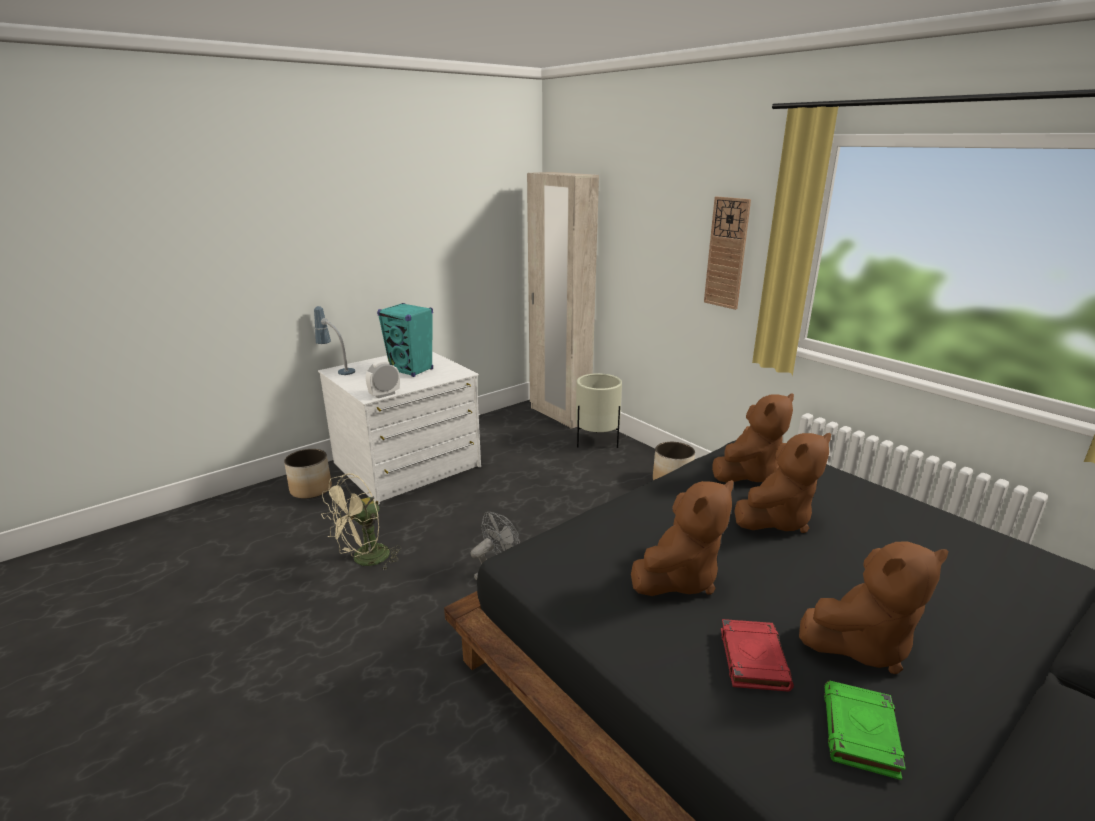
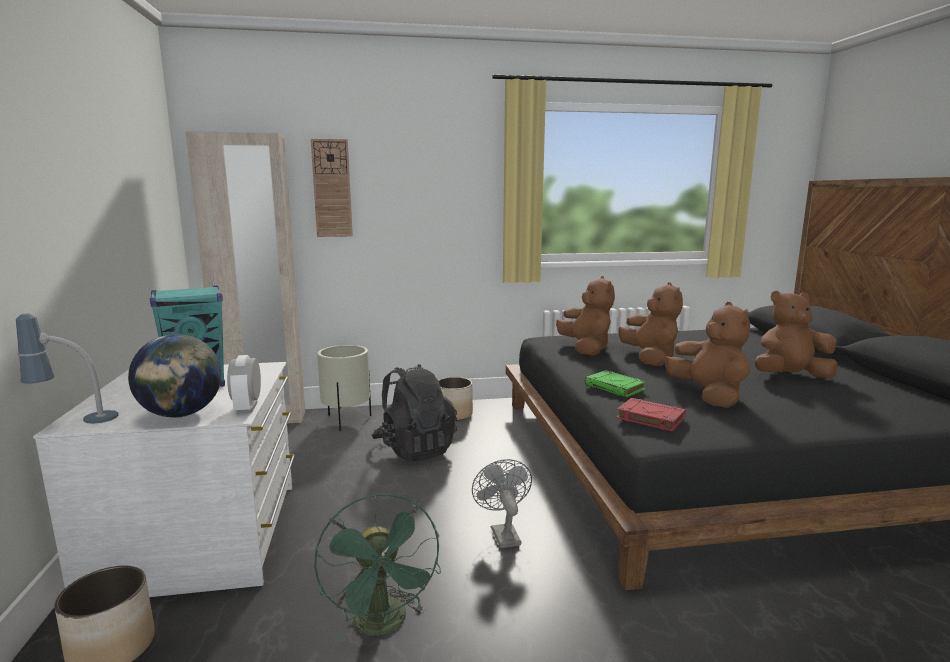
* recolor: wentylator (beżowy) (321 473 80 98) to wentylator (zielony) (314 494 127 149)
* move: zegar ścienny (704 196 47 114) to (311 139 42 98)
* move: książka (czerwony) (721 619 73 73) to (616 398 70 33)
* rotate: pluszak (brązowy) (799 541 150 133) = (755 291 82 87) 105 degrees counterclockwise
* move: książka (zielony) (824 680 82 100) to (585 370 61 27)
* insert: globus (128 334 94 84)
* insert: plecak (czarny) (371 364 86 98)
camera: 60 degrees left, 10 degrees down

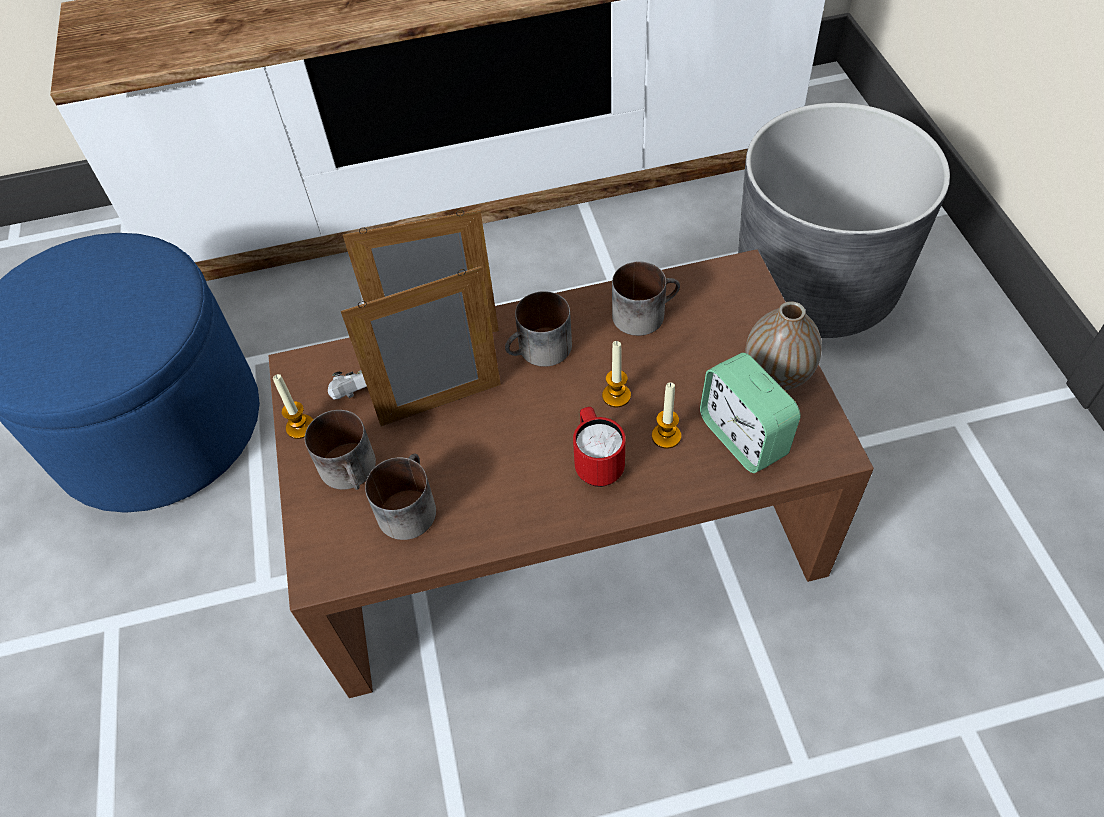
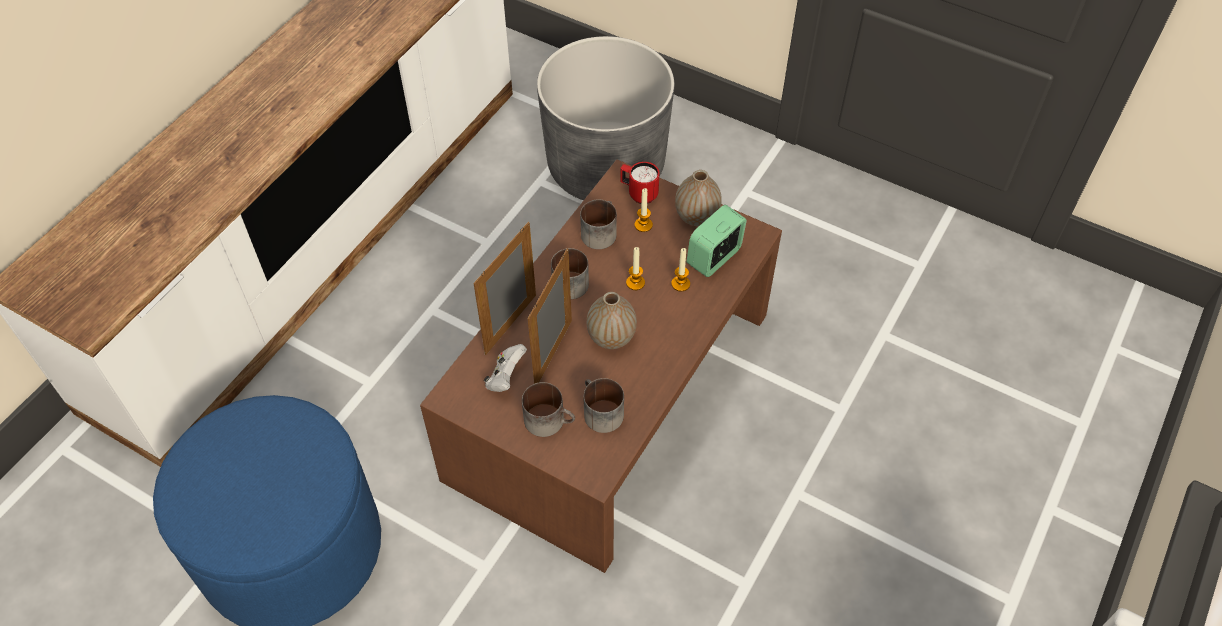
* move: świeca (273 374 40 65) to (635 188 18 44)
* move: kubek (czerwony) (573 407 52 80) to (620 162 39 42)
* rotate: budzik (700 353 101 120) = (687 205 60 72) 120 degrees clockwise
* insert: wazon (587 292 50 57)
camera: 50 degrees left, 0 degrees up

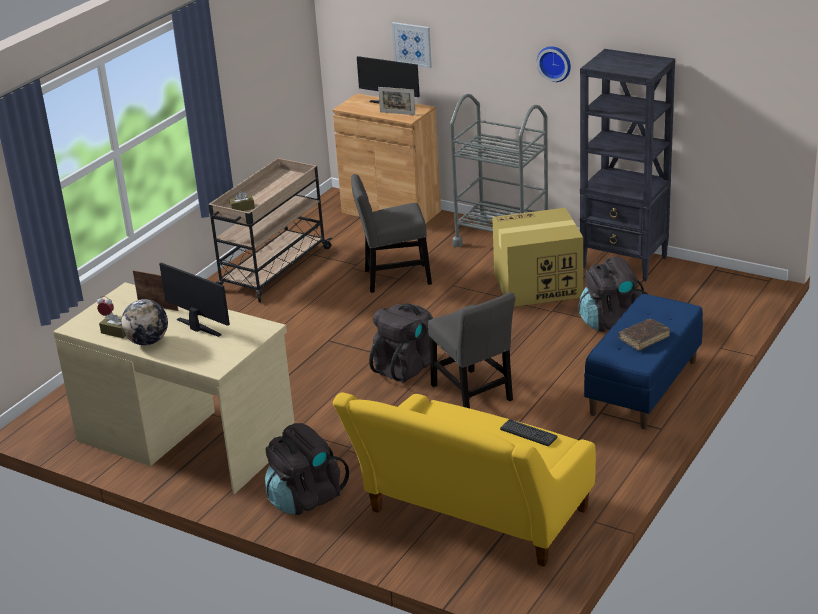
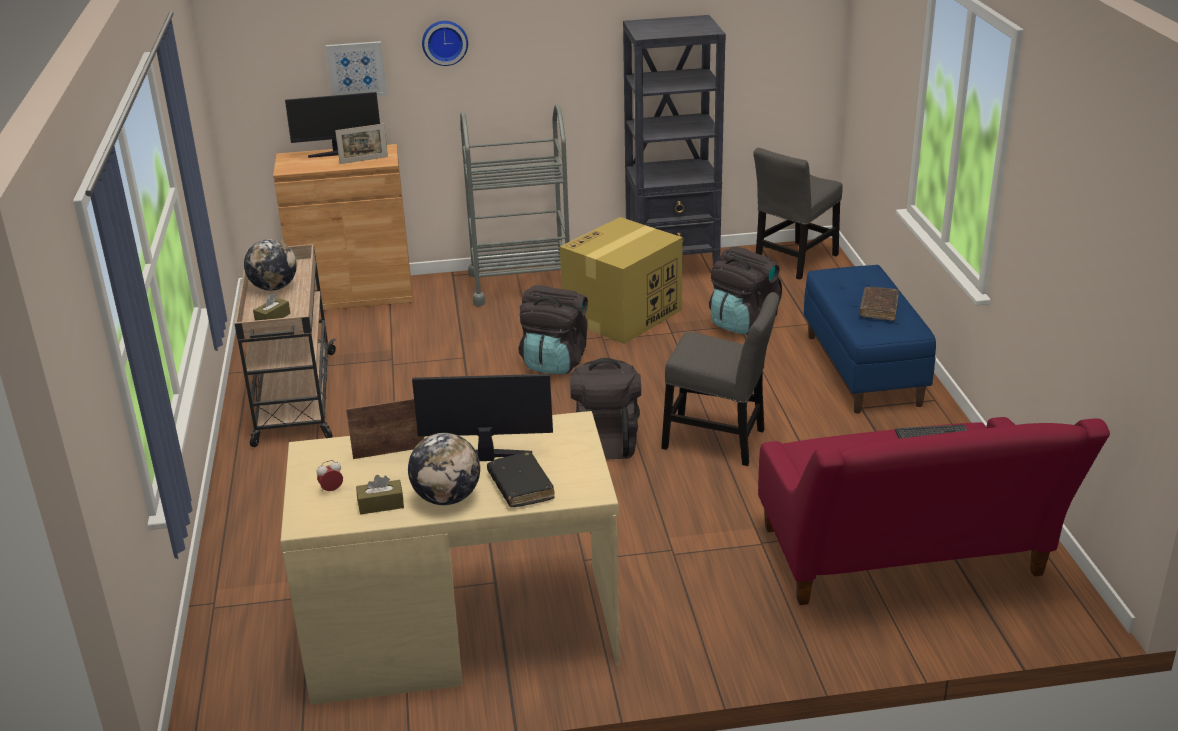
* move: plecak (czarny) (265 423 84 92) to (518 285 70 89)
* recolor: kanapa (żółty) (333 393 263 174) to kanapa (czerwony) (758 417 352 188)
* move: krzesło (szary) (351 174 81 119) to (753 148 89 132)
* move: zegar ścienny (537 46 34 36) to (422 21 46 45)
* insert: globus (244 239 53 52)
* insert: książka (czarny) (487 451 68 56)
camera: 40 degrees left, 0 degrees up

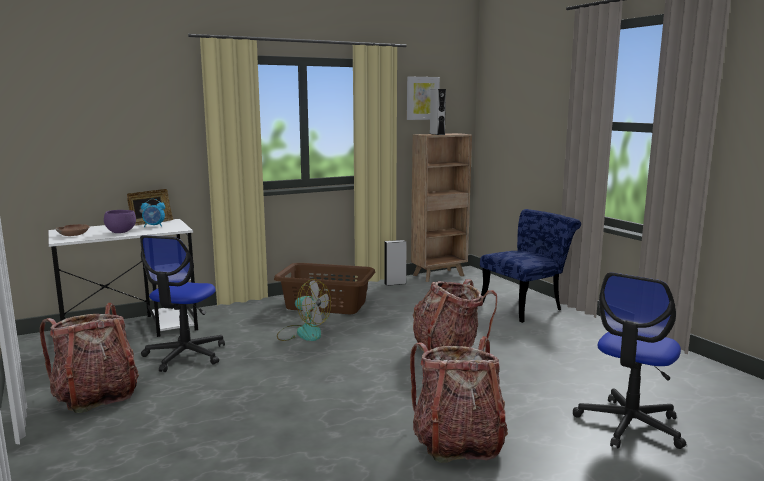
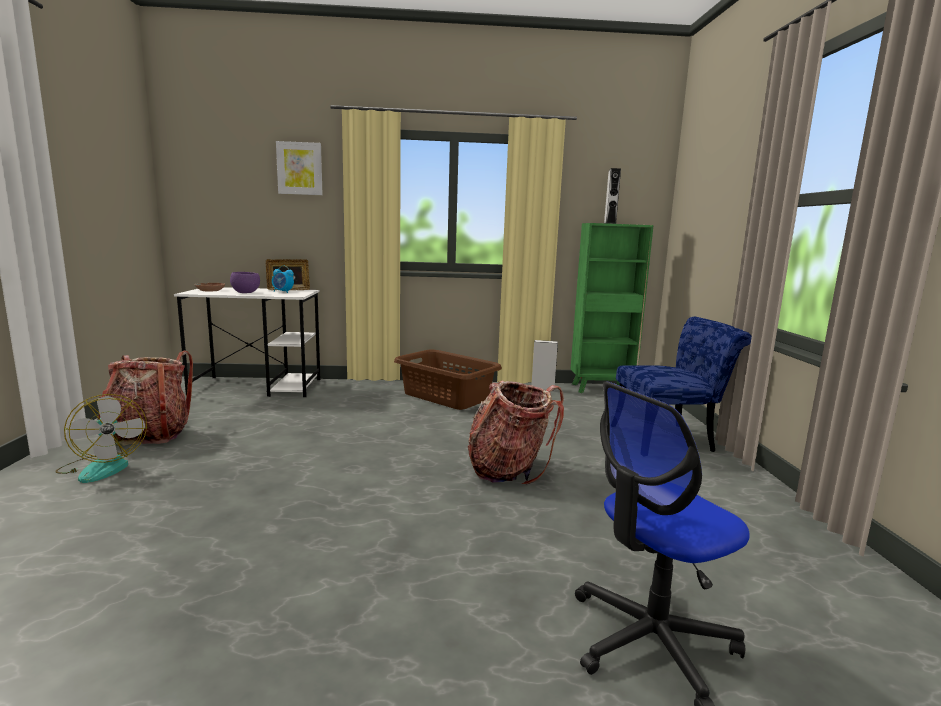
* delete: krzesło biurowe (140 235 85 137)
* move: wentylator (277 279 54 62) to (55 394 92 89)
* move: obraz (407 76 33 44) to (276 141 47 54)
* delete: plecak (410 336 98 127)
* recolor: regał (brązowy) (411 133 61 149) to regał (zielony) (571 223 83 170)
camera: 25 degrees right, 0 degrees up

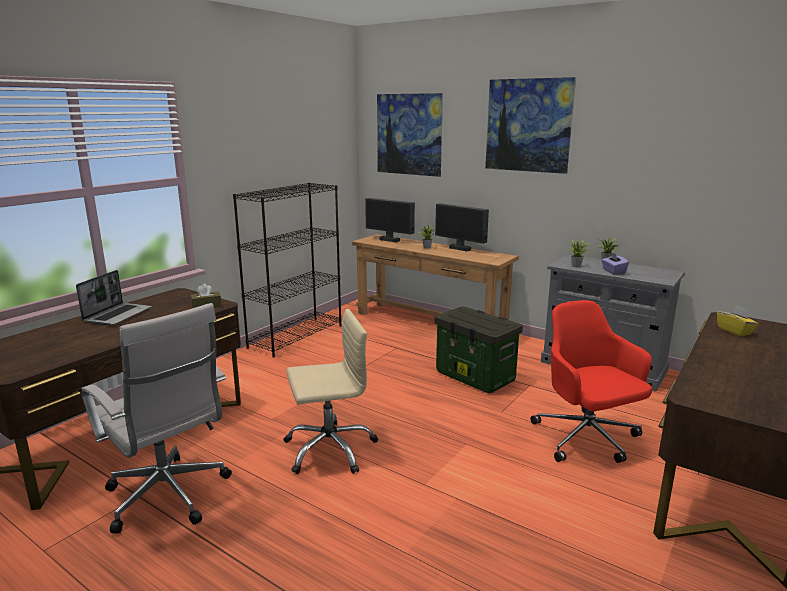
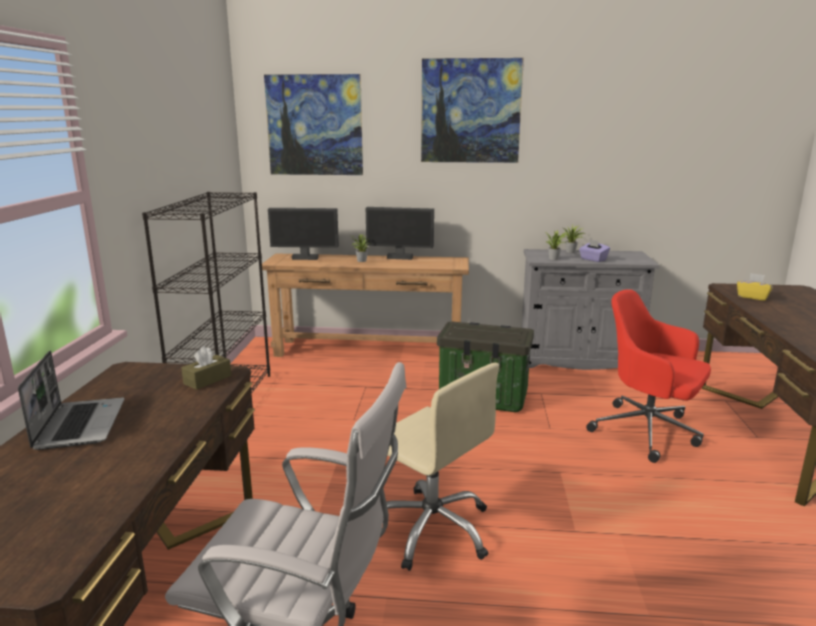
* rotate: krzesło biurowe (beżowy) (283 309 95 165) = (386 363 113 208) 90 degrees clockwise
camera: 30 degrees left, 0 degrees up

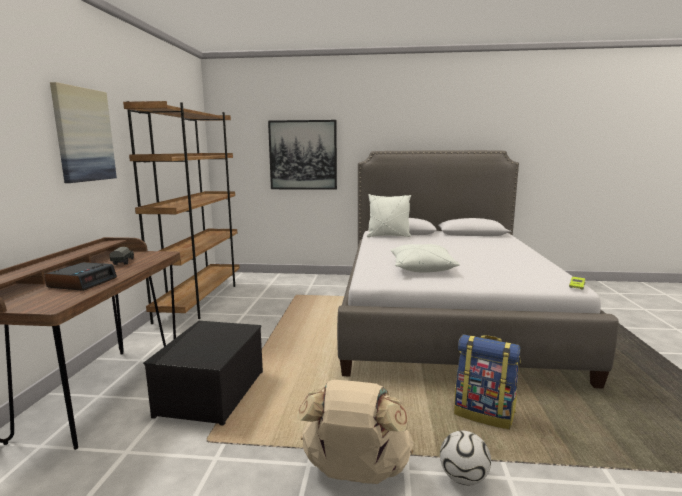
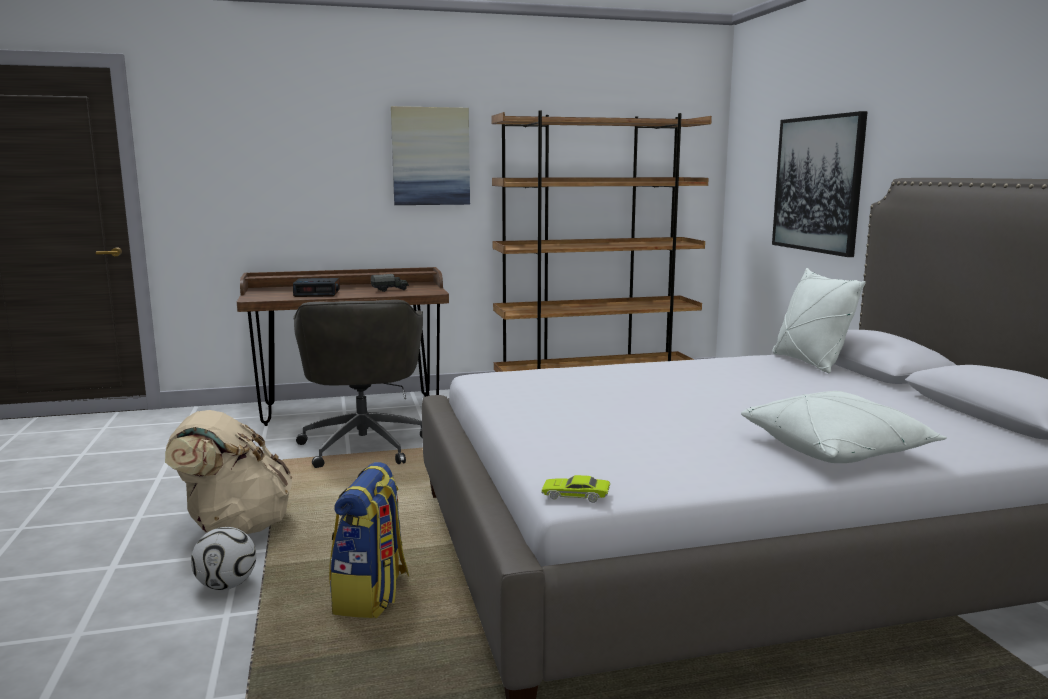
* replace: pojemnik do przechowywania (143 321 120 105) to krzesło biurowe (szary) (293 300 130 168)
* move: poduszka (biały) (390 244 70 28) to (741 391 206 72)
camera: 70 degrees right, 0 degrees up

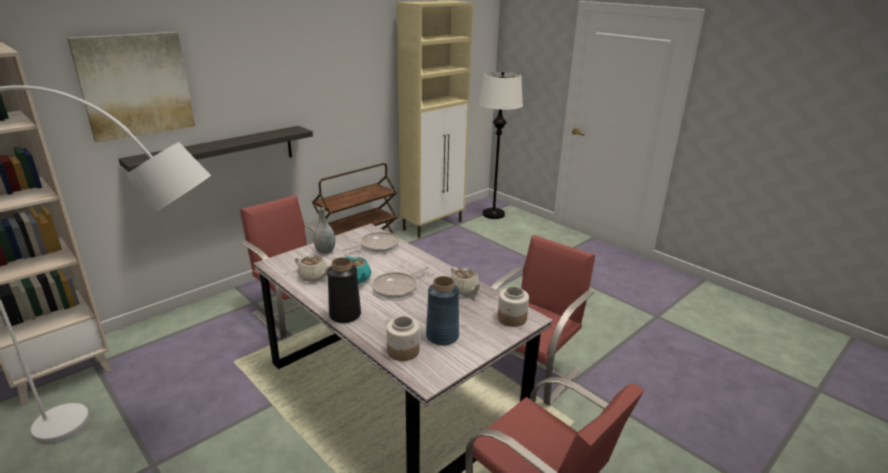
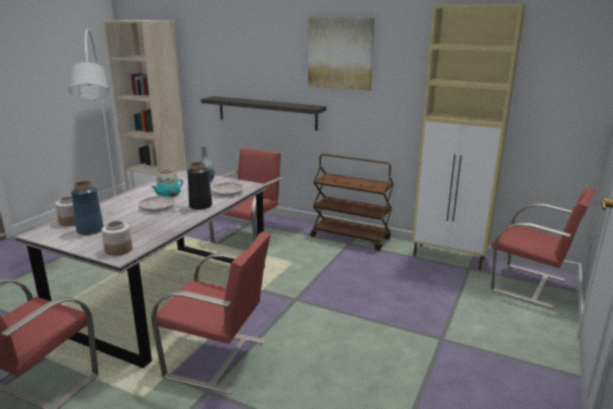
* move: obraz (67 32 128 110) to (308 17 67 74)
* move: wazon (czarny) (327 257 34 66) to (187 162 25 48)
* delete: imbryk (beżowy) (451 267 30 29)
* replace: lampa stojąca (biały) (479 72 44 147) to krzesło (czerwony) (491 188 105 121)
camera: 70 degrees right, 5 degrees down

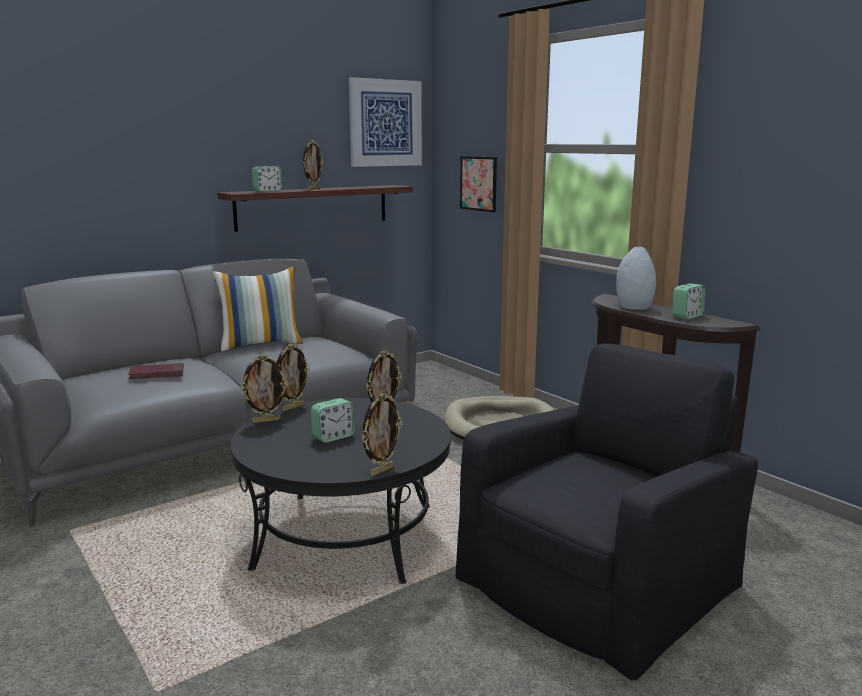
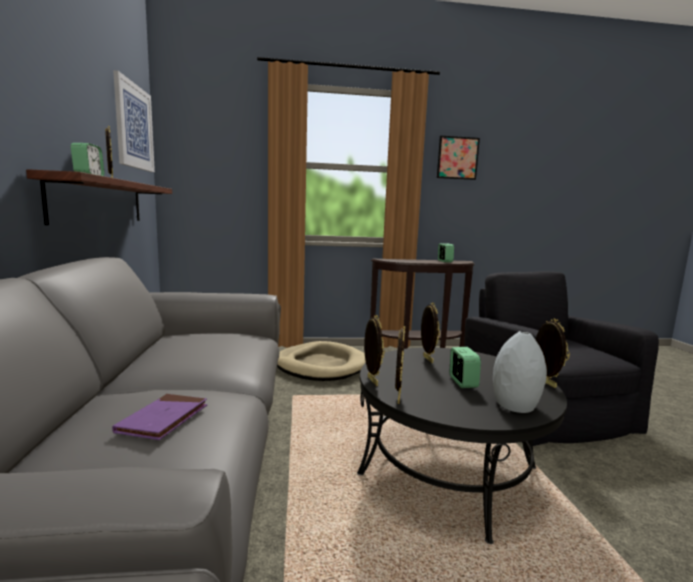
* recolor: książka (czerwony) (128 363 56 16) to książka (fioletowy) (112 394 95 46)
* delete: poduszka (213 266 90 86)
* move: obraz (460 156 37 56) to (437 136 43 44)
* move: wazon (szary) (616 246 40 64) to (493 331 54 82)
camera: 60 degrees left, 5 degrees down

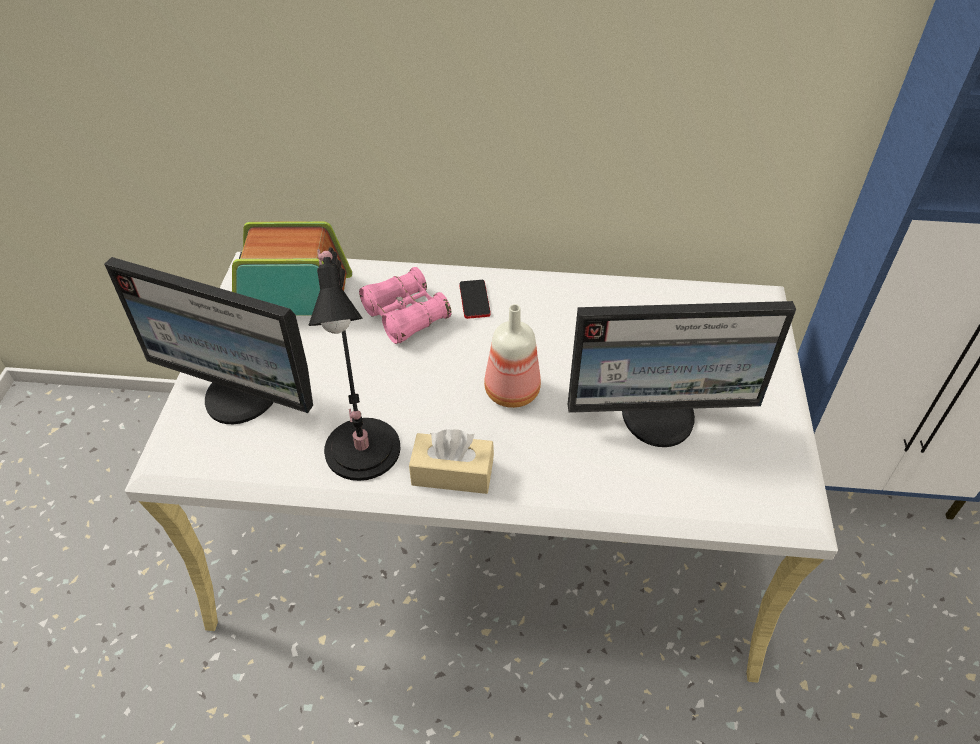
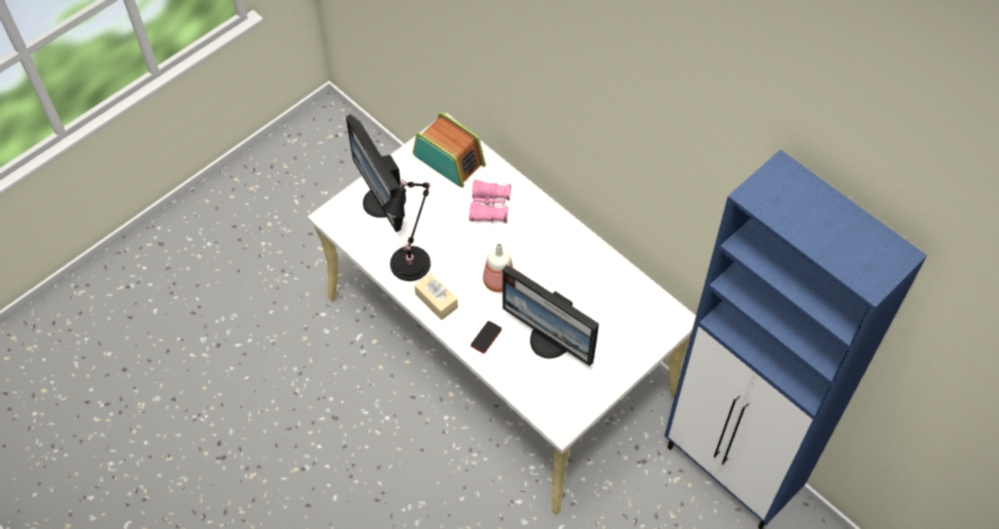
* move: telefon (459 280 32 39) to (471 321 31 33)
camera: 40 degrees right, 10 degrees up

